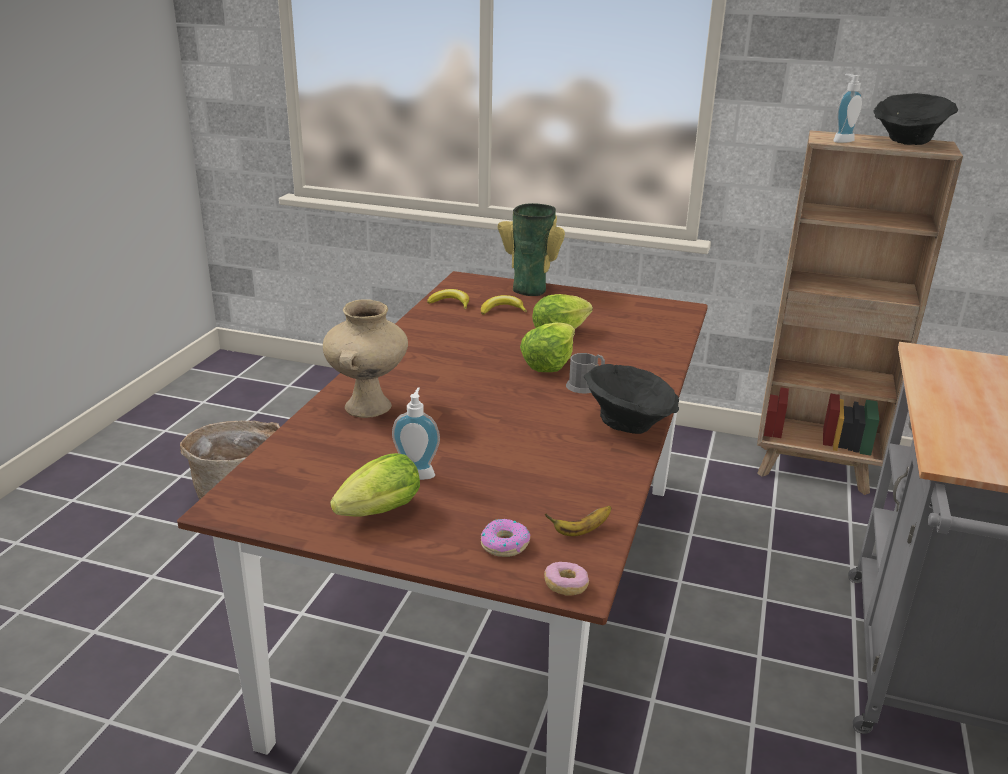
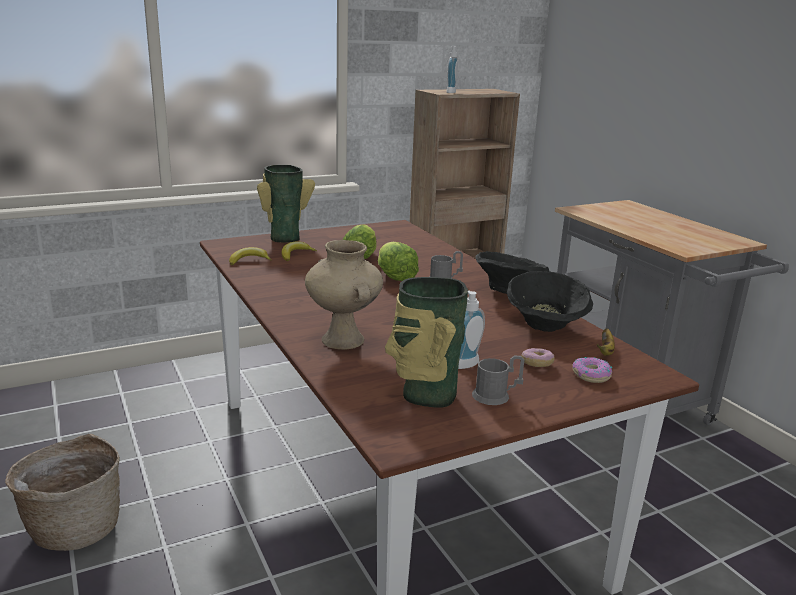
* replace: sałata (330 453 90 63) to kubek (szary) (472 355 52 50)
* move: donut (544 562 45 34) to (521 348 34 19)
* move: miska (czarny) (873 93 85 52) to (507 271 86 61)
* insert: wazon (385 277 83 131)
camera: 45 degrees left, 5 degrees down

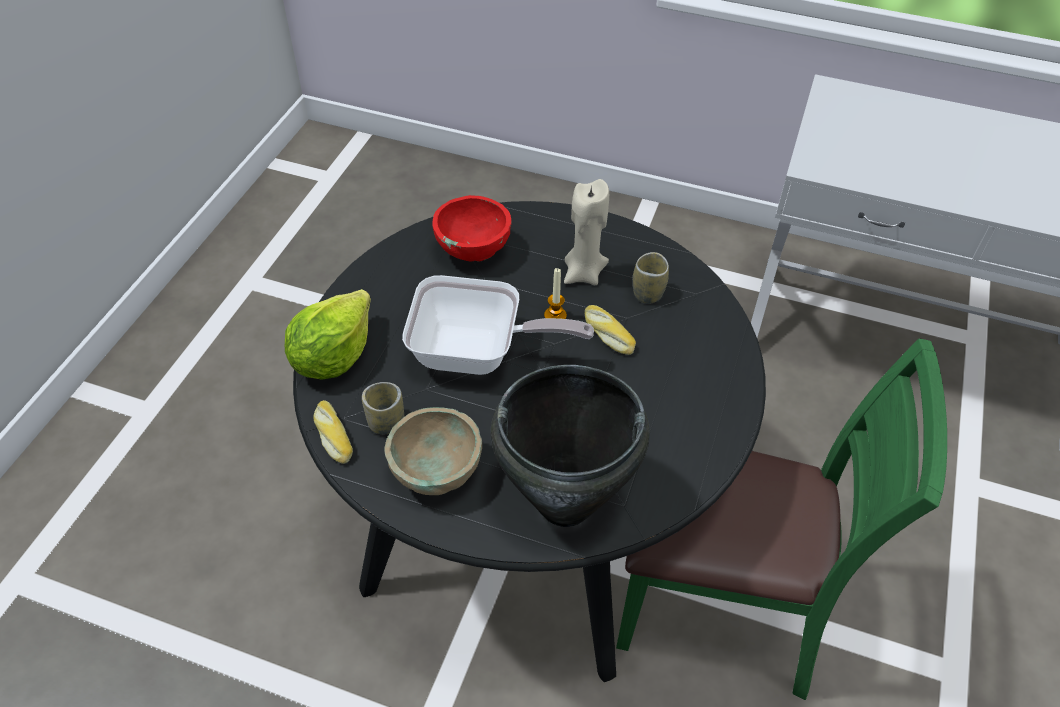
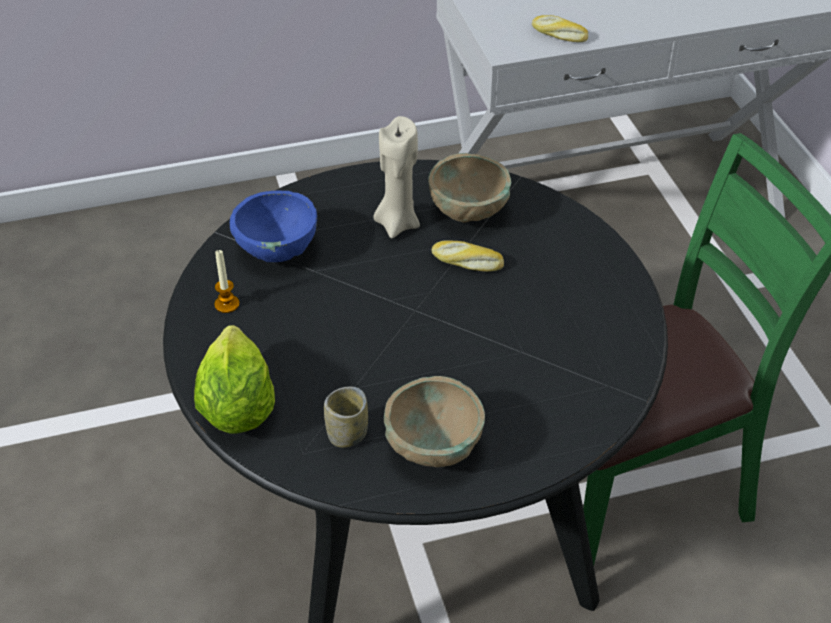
* move: chleb (313 400 40 64) to (532 15 56 27)
* delete: patelnia (402 275 192 100)
* recolor: miska (czerwony) (432 195 80 67) to miska (niebieski) (230 191 87 71)
* delete: garnek (czarny) (490 365 160 162)
* move: świeca (544 268 23 51) to (214 250 25 63)
* replace: filiżanka (633 252 36 52) to miska (beżowy) (428 153 83 70)
camera: 35 degrees left, 5 degrees down

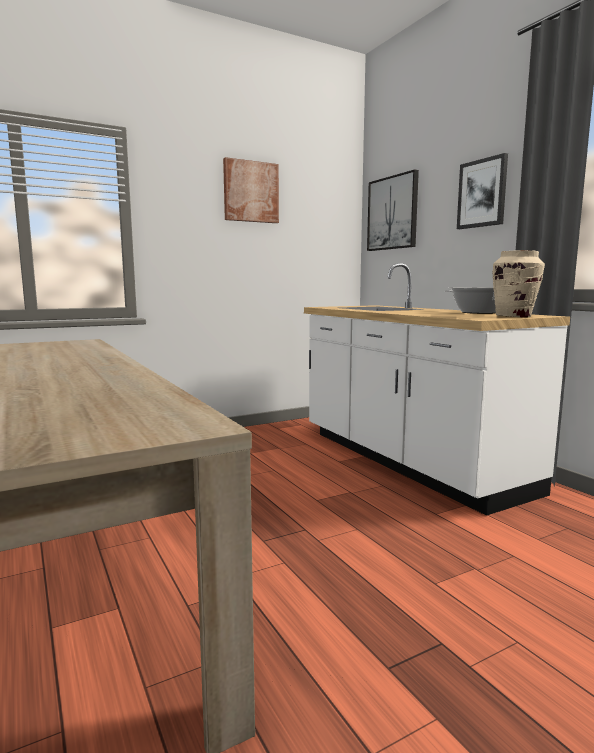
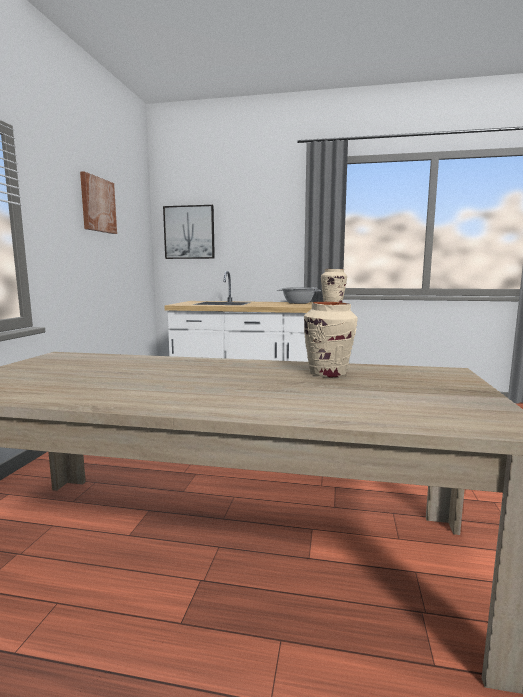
* delete: obraz (457 153 51 76)
* insert: wazon (beżowy) (304 302 54 76)
camera: 50 degrees left, 0 degrees up

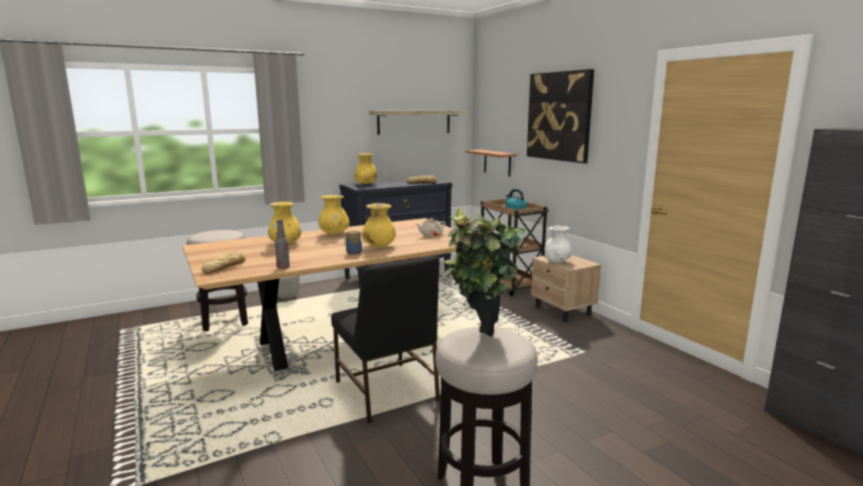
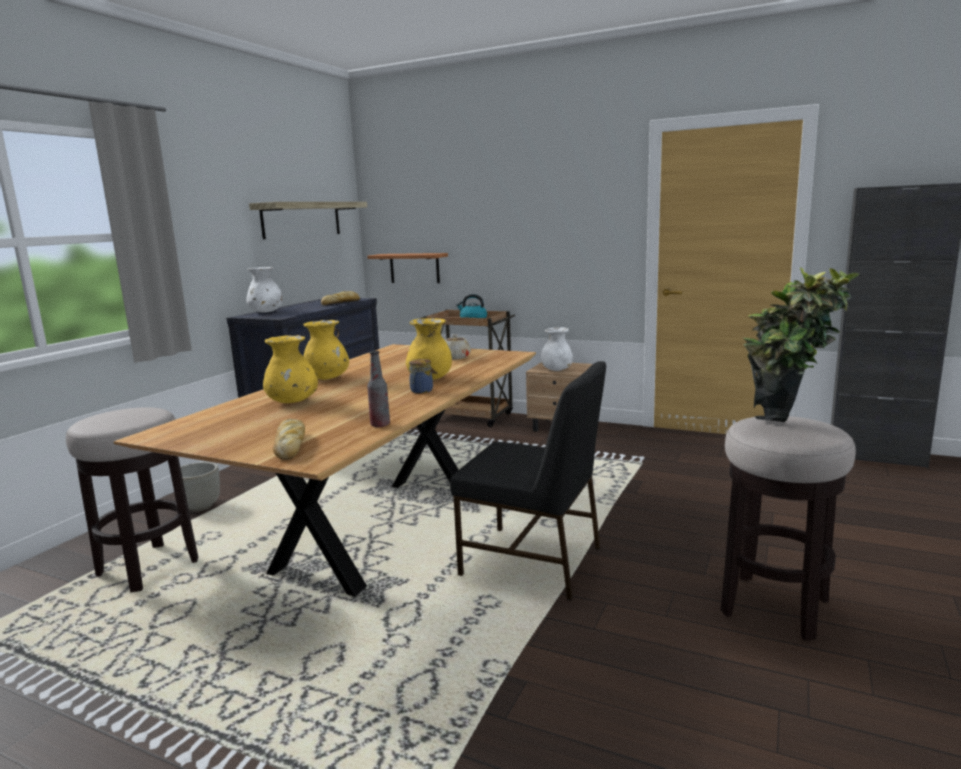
* recolor: wazon (żółty) (354 153 23 31) to wazon (biały) (246 267 37 46)
* delete: obraz (527 69 67 94)
camera: 35 degrees left, 0 degrees up

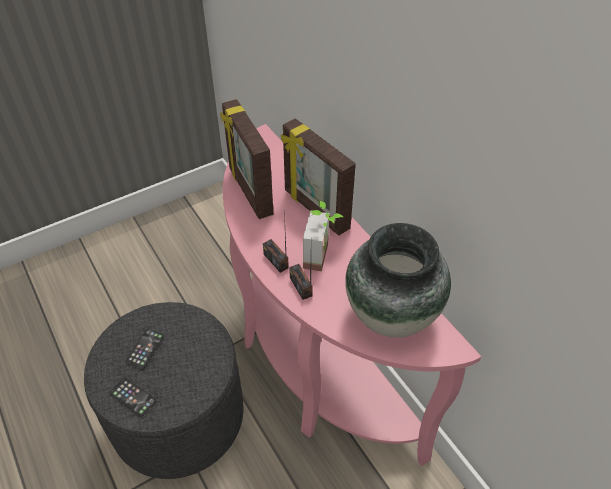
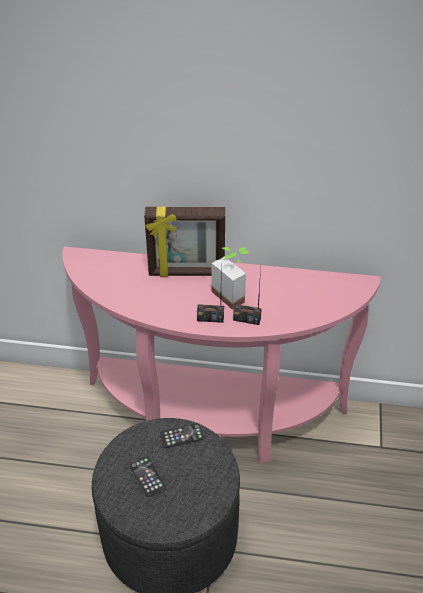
* move: telefon (109 378 47 39) to (160 423 44 25)
* delete: ramka na zdjęcie (220 99 53 120)
* delete: wazon (345 223 106 115)
camera: 50 degrees left, 5 degrees down

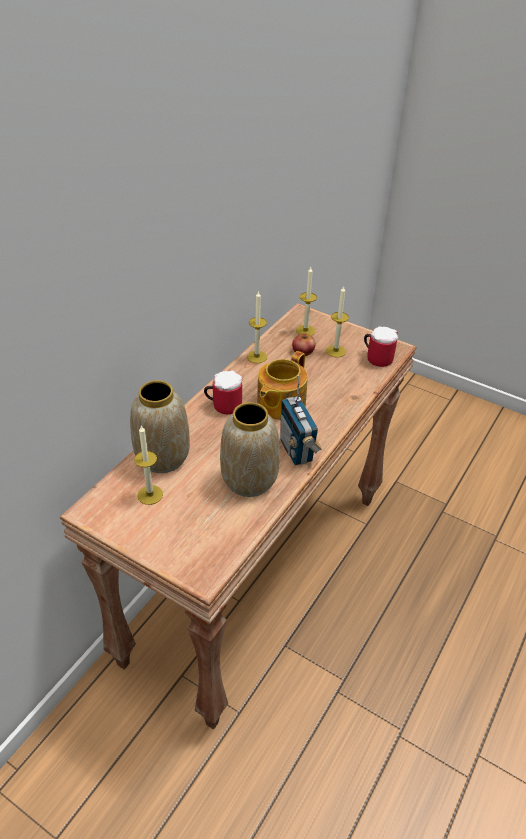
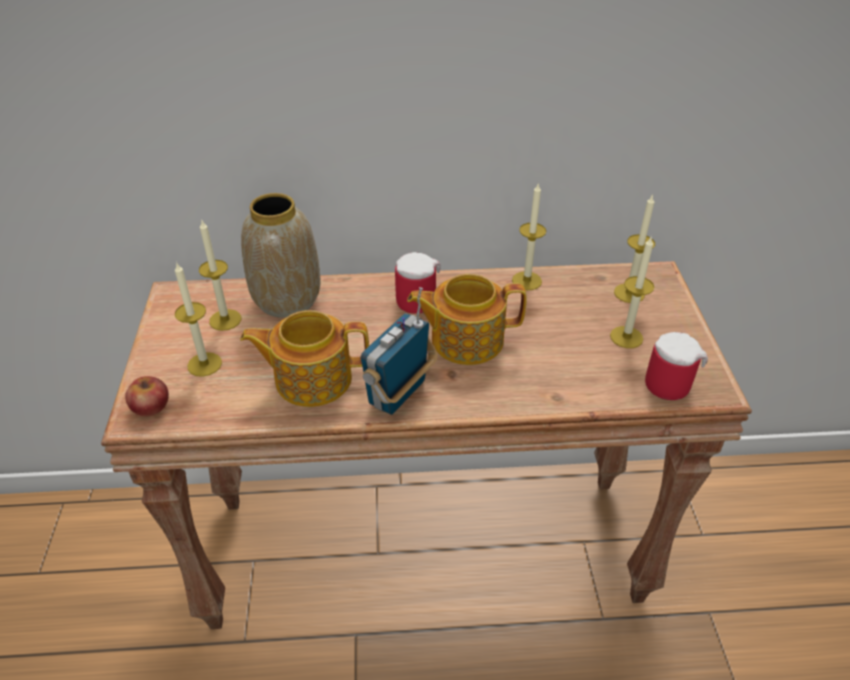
* replace: wazon (220 402 60 95) to imbryk (240 310 129 97)
* move: jabłko (292 334 24 22) to (125 376 44 40)
* insert: świeca (175 262 47 115)
camera: 55 degrees right, 0 degrees up

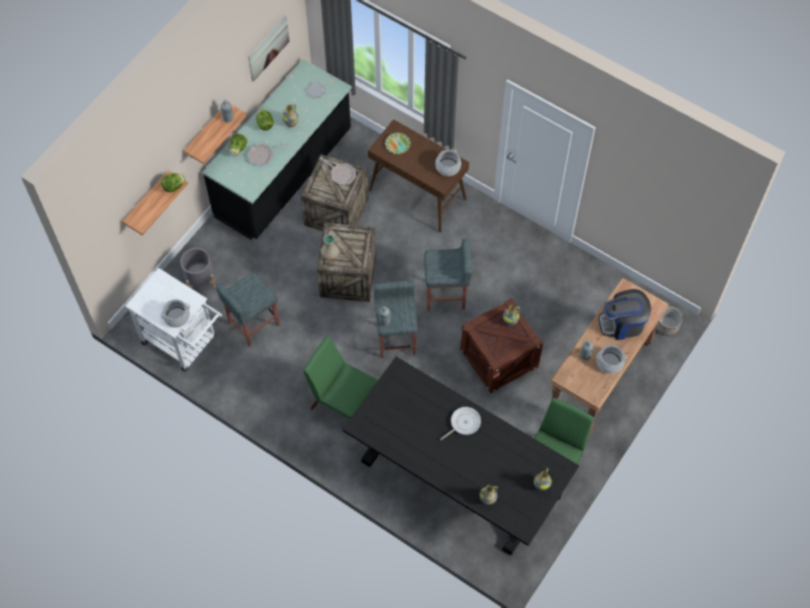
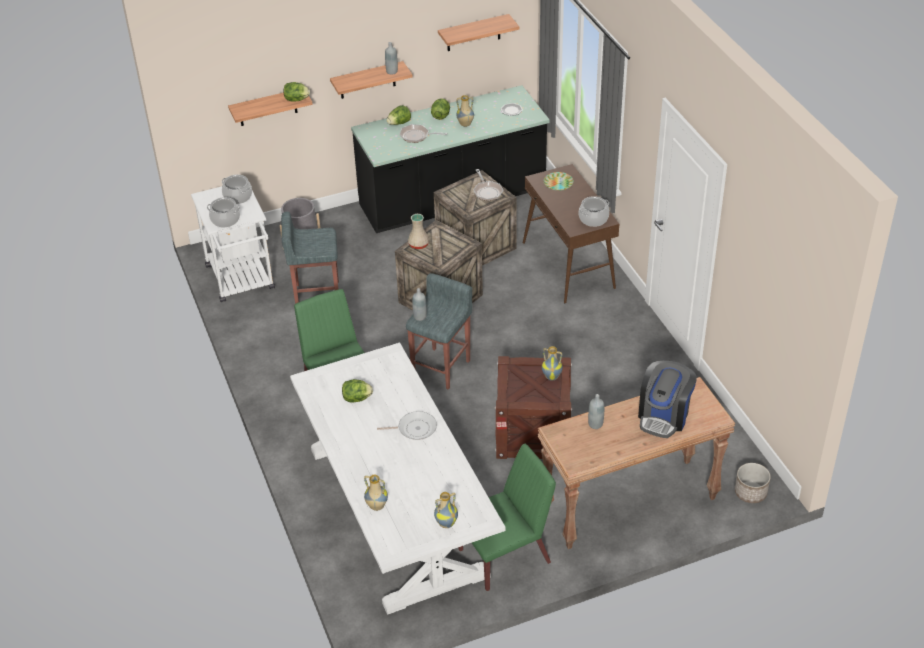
* replace: obraz (248 15 42 67) to półka (438 14 81 37)
* recolor: stół jadalny (czarny) (343 356 236 199) to stół jadalny (biały) (290 343 215 272)
* delete: stołek (szary) (424 238 48 72)
* move: garnek (596 345 31 29) to (222 175 30 29)
* rotate: ekspres do kawy (598 289 53 51) = (638 361 59 77) 90 degrees counterclockwise
* insert: sałata (342 379 31 24)
camera: 35 degrees right, 20 degrees down

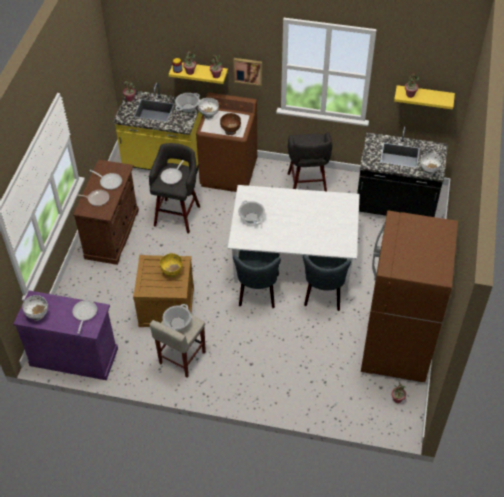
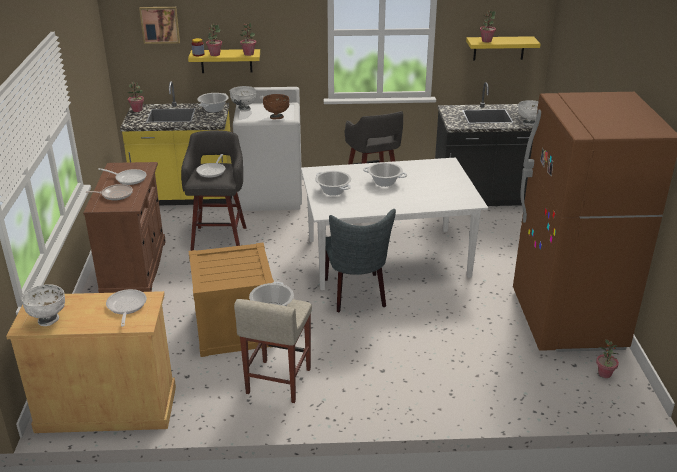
* recolor: szafka (fioletowy) (13 290 105 90) to szafka (beżowy) (6 291 170 142)
* delete: miska (żółty) (160 253 23 24)
* recolor: pralka (brązowy) (196 93 61 99) to pralka (biały) (233 87 69 124)
* move: obraz (233 58 29 28) to (139 7 41 37)
* delete: krzesło (szary) (303 254 48 57)
* insert: garnek (363 162 44 25)
camera: 15 degrees left, 20 degrees down

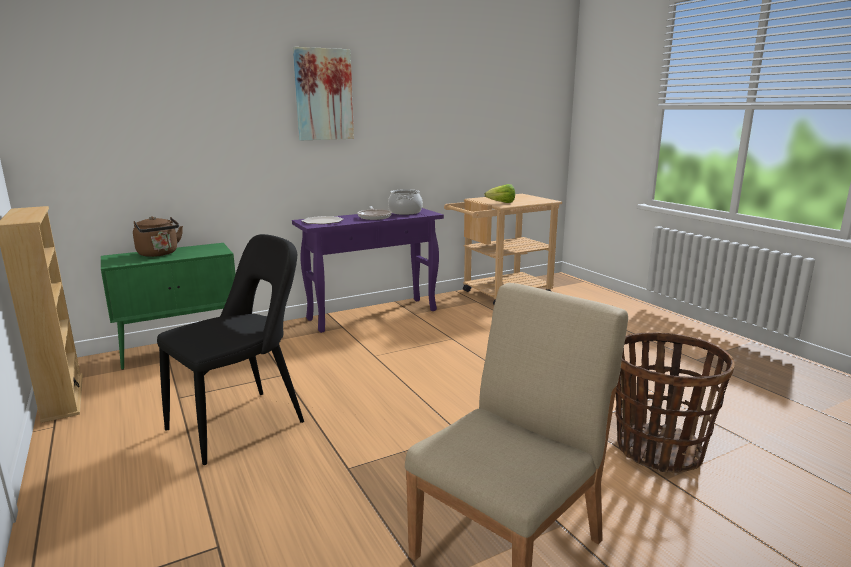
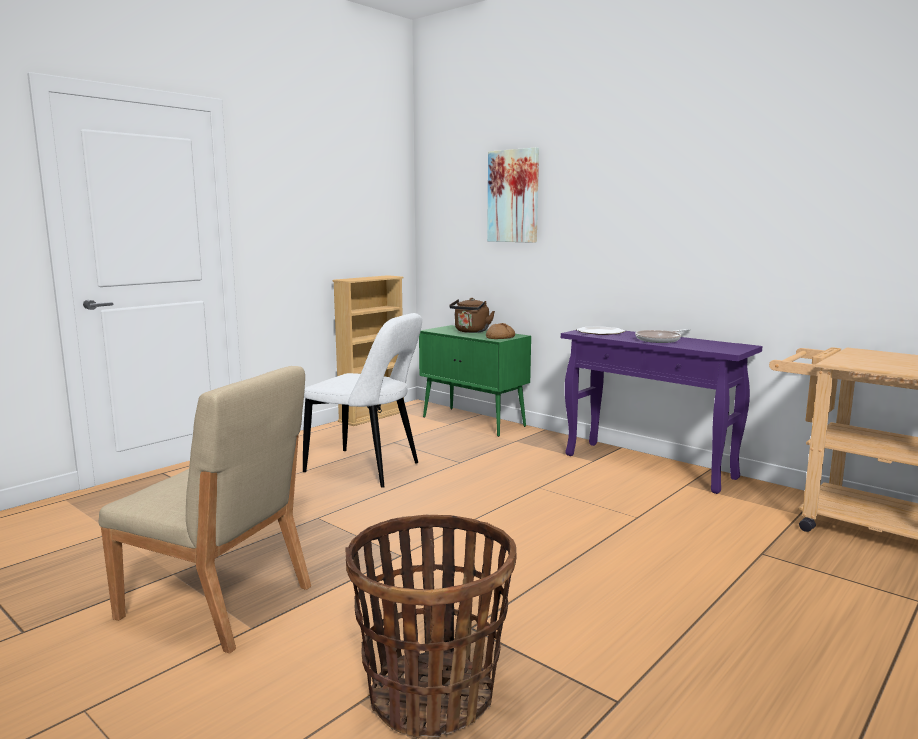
* recolor: krzesło (czarny) (157 234 147 231) to krzesło (biały) (303 313 119 175)
* move: obraz (293 47 61 93) to (487 147 52 96)
* delete: garnek (388 189 35 26)
* delete: sałata (485 184 30 19)
* insert: chleb (486 323 29 16)
camera: 70 degrees right, 5 degrees down

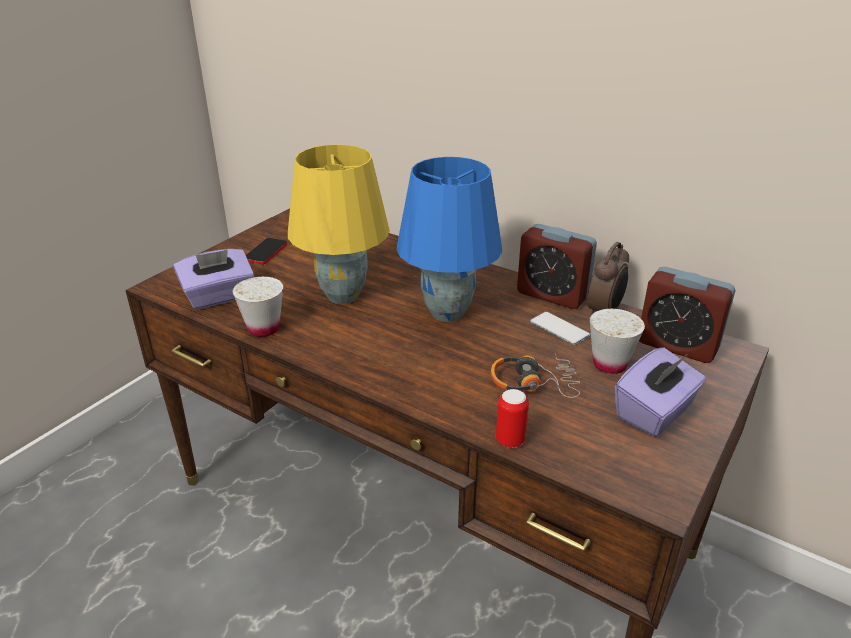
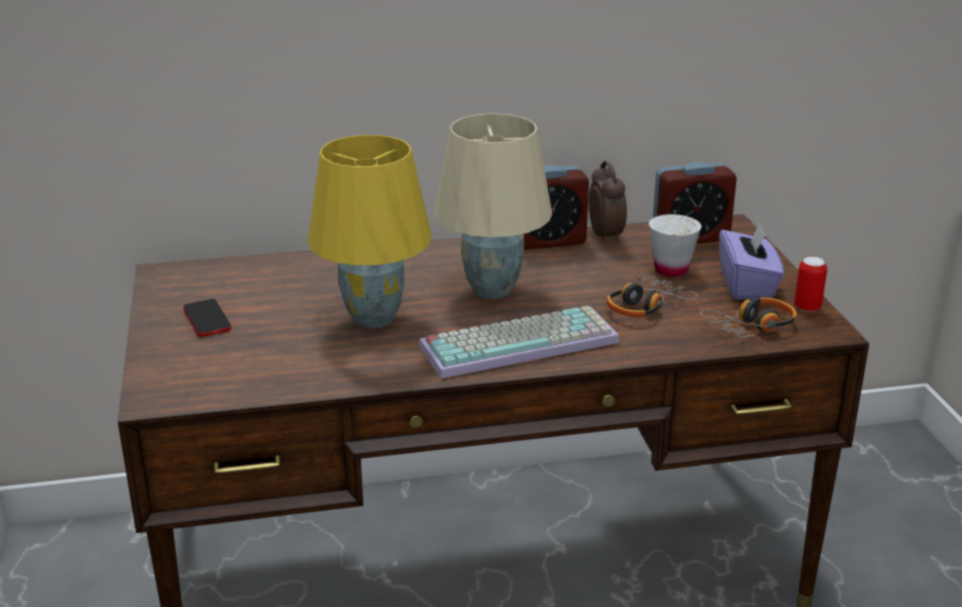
* delete: pudełko chusteczek (fioletowy) (173 249 81 61)
* delete: filiżanka (biały) (233 277 50 60)
* recolor: lampa stołowa (niebieski) (396 157 106 165) to lampa stołowa (beżowy) (434 114 118 185)
* move: puszka (496 389 33 59) to (794 257 33 55)
* delete: telefon (530 312 61 33)
* insert: klawiatura (419 306 200 73)
* insert: słuchawki (700 297 97 43)
camera: 45 degrees left, 5 degrees down

